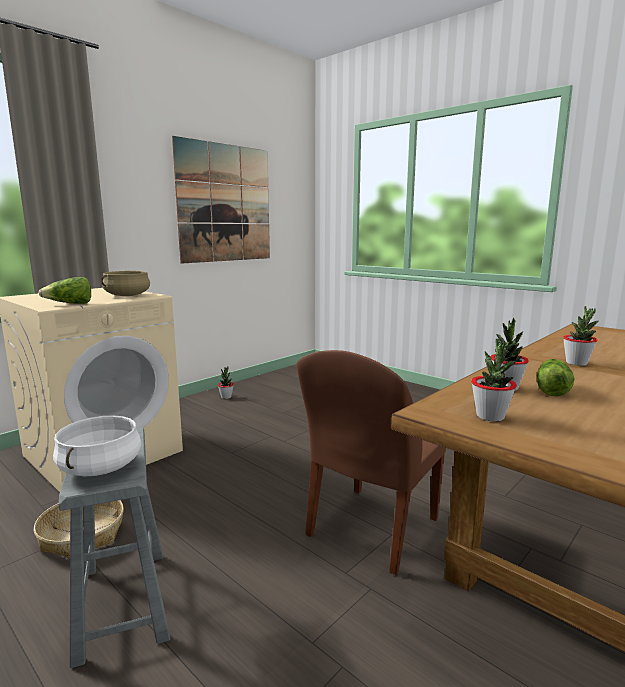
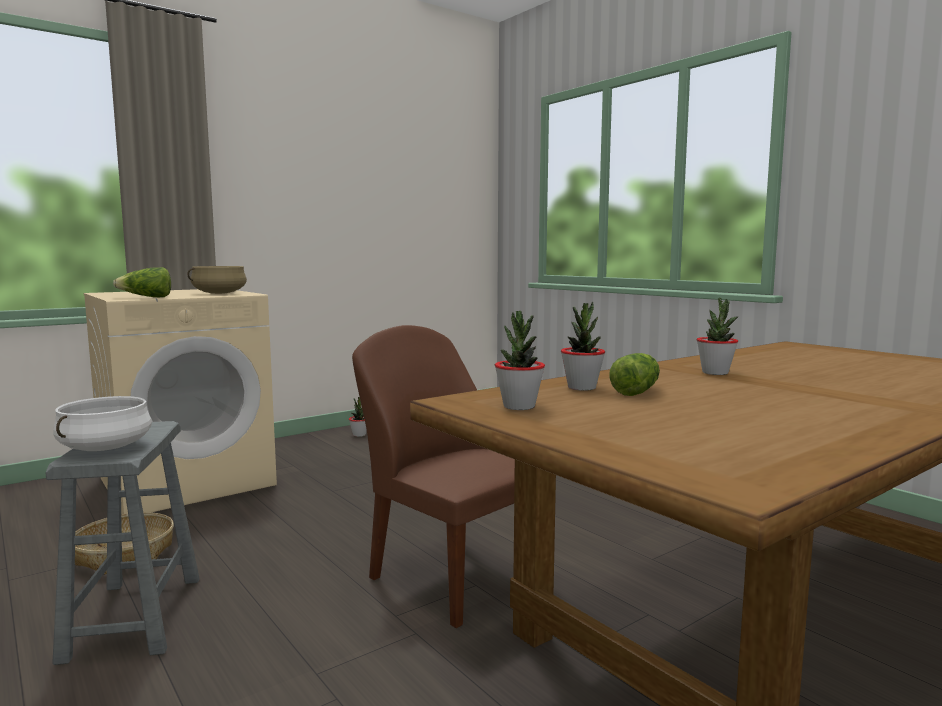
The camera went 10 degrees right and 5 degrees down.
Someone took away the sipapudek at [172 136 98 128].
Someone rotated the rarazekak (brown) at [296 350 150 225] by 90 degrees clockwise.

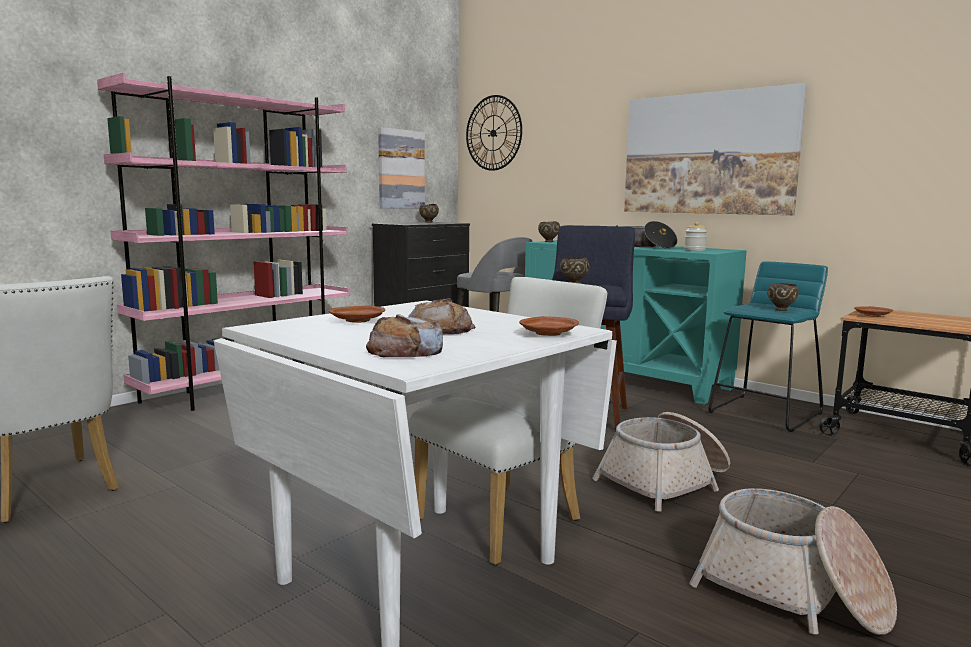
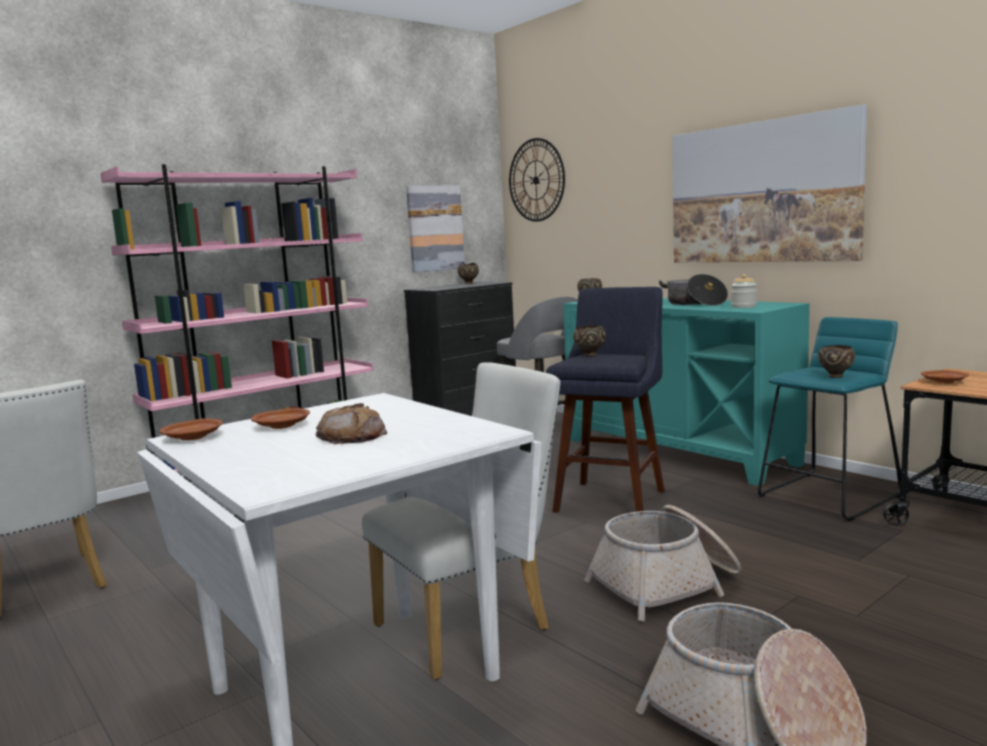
The camera went 10 degrees right and 0 degrees up.
Someone took away the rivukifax at [366 314 77 43].
Someone carried the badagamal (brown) from [519 316 60 20] to [160 419 63 21].

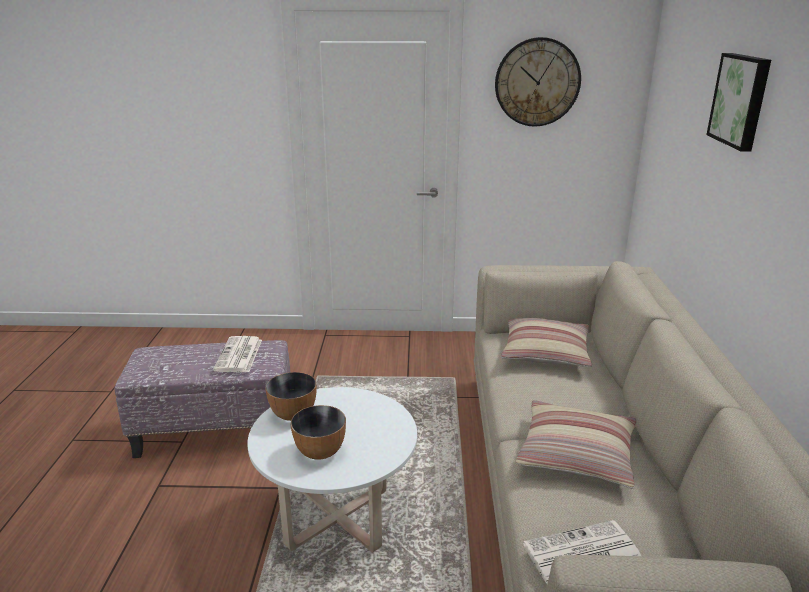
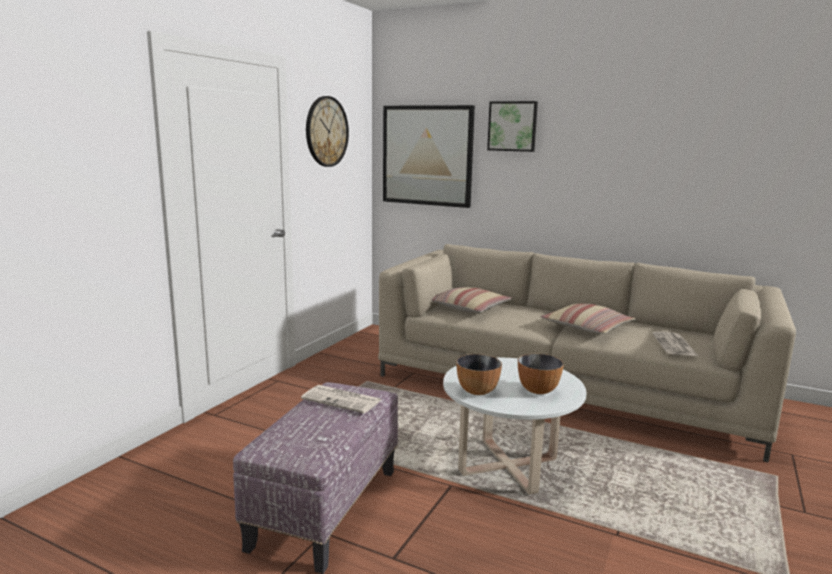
The camera went 65 degrees left and 10 degrees down.
Someone put up the sipapudek at [383 105 92 103].

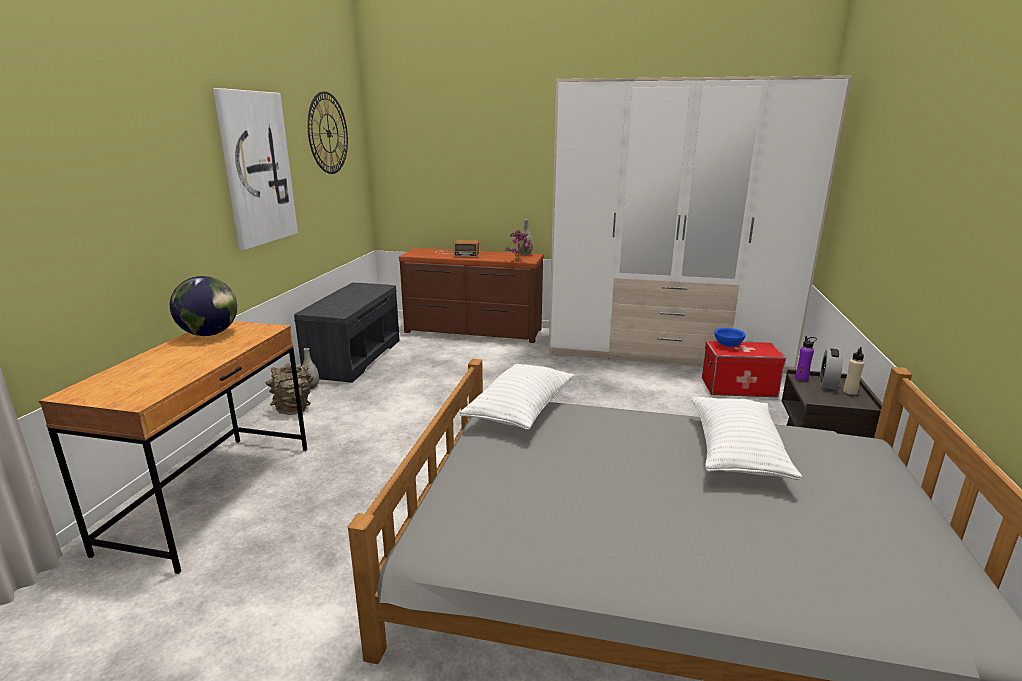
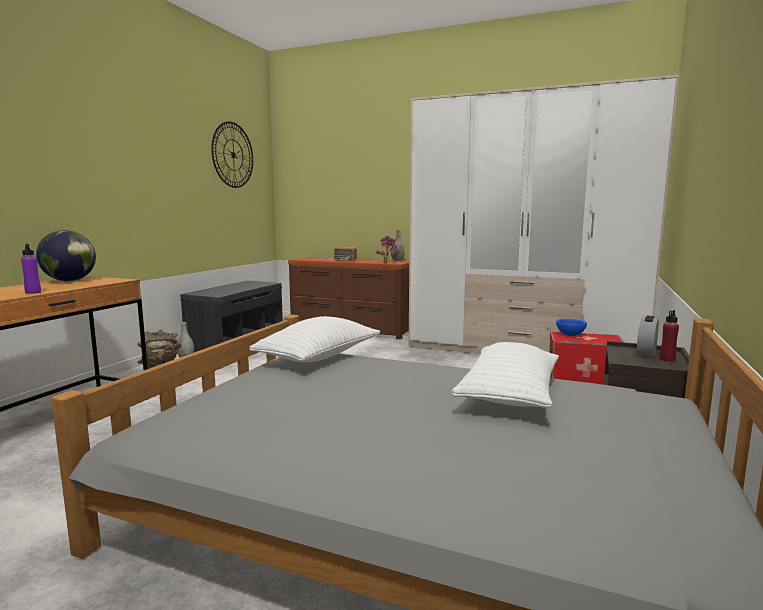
The camera went 10 degrees right and 10 degrees down.
Someone took away the sipapudek at [213 88 85 162].
Someone carried the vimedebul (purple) from [795 336 22 45] to [21 244 20 50].
Someone repainted the vimedebul (beige) at [843 347 21 48], which became the vimedebul (red) at [660 310 19 52].

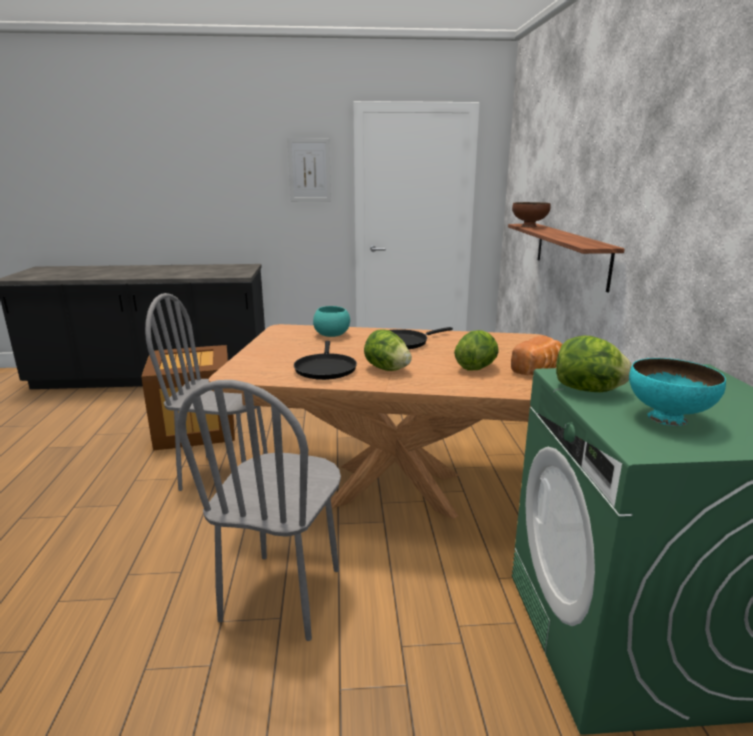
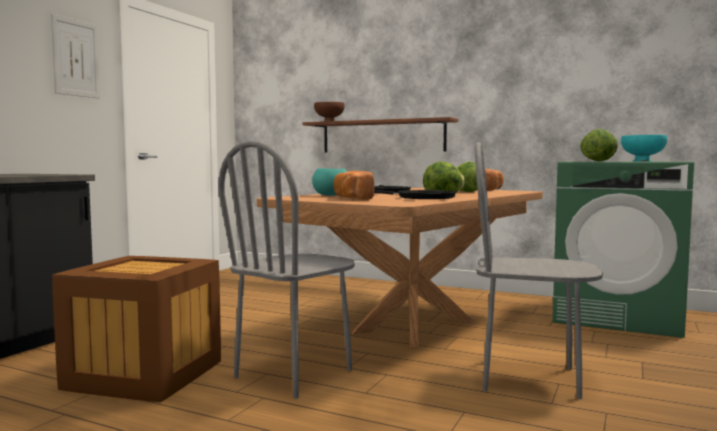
The camera went 60 degrees left and 15 degrees down.
Someone put down the rivukifax at [333 171 41 29].
Someone rotated the rarazekak (grey) at [177 380 164 261] by 150 degrees clockwise.

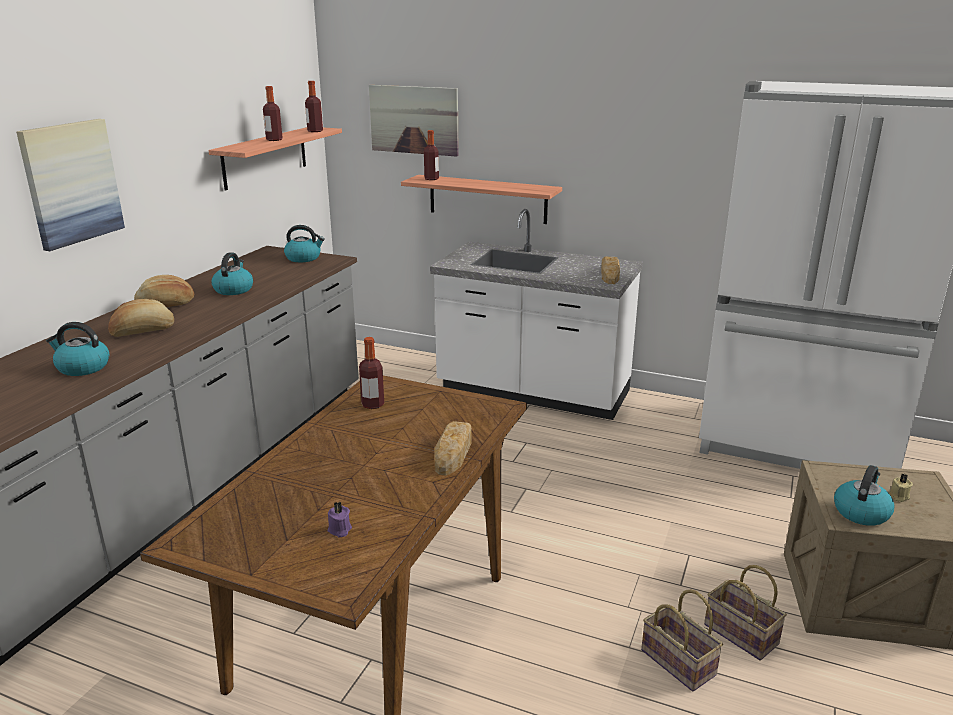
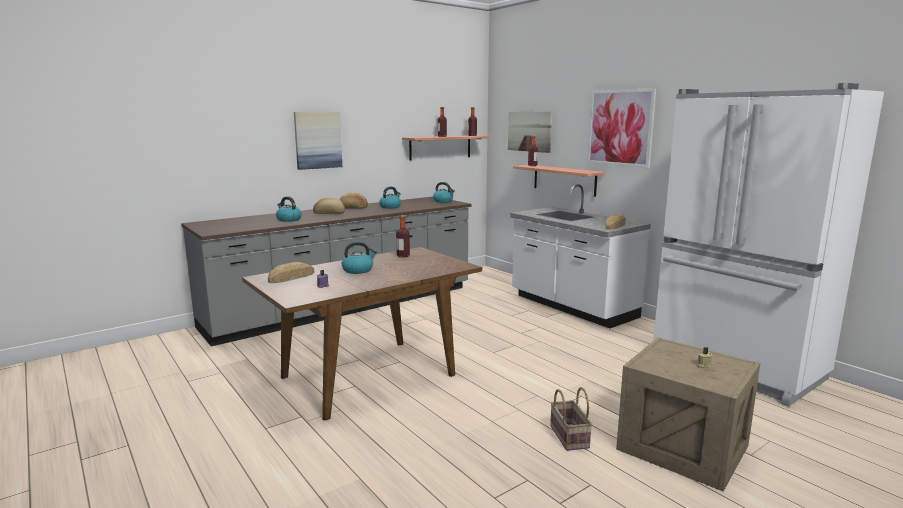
The camera went 30 degrees right and 10 degrees down.
Someone took away the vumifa at [641 590 82 101].
Someone put up the sipapudek at [587 88 69 80].
Someone carried the rivukifax from [434 421 38 54] to [268 262 47 21].
Someone carried the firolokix from [834 465 61 61] to [342 241 35 33].

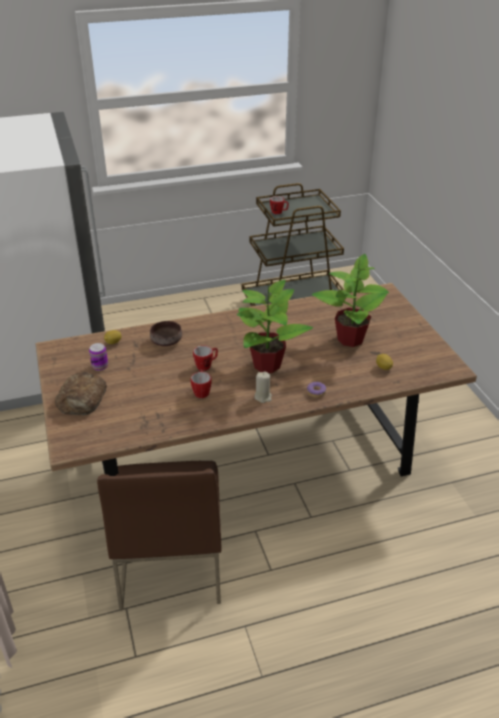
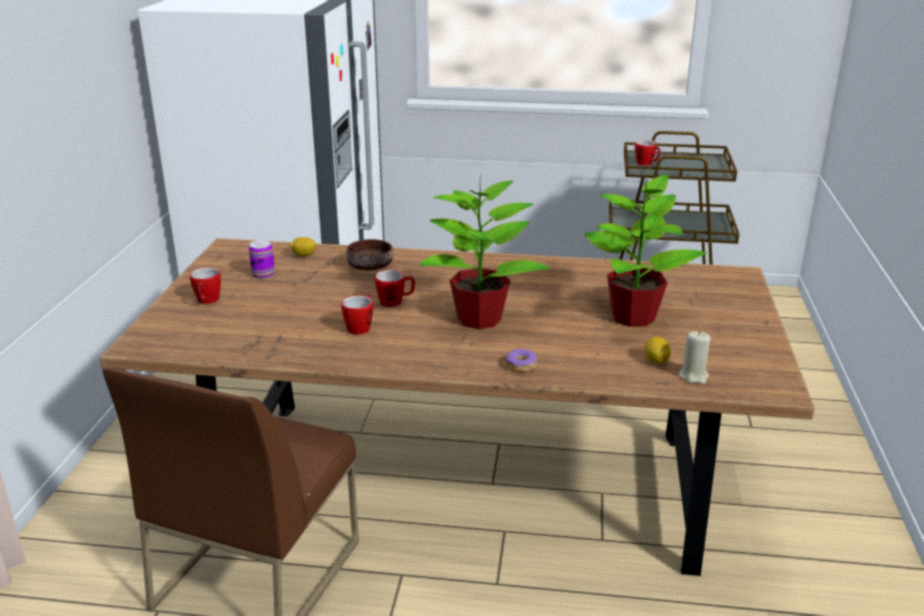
The camera went 25 degrees right and 10 degrees down.
Someone carried the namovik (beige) from [254 371 18 32] to [679 331 32 53].
Someone swapped the rivukifax at [55 372 52 43] for the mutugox at [190 267 31 37].

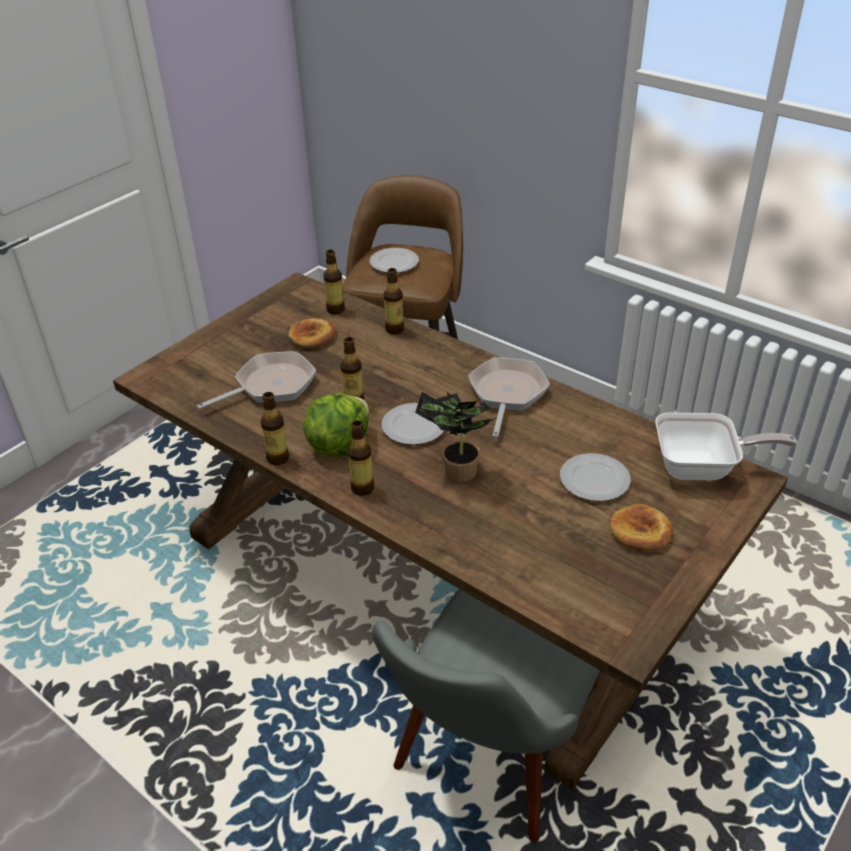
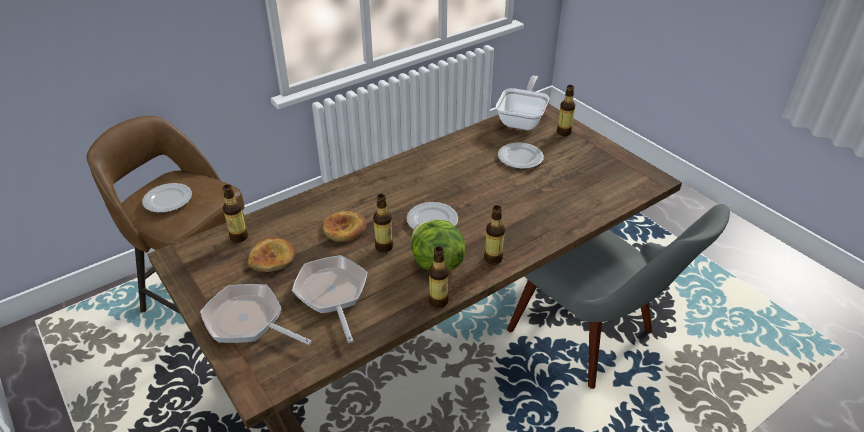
The camera went 75 degrees left and 0 degrees up.
Someone took away the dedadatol at [415 392 82 90].
Someone carried the vimedebul from [383 268 21 66] to [557 85 18 51].
Someone carried the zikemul from [468 357 82 81] to [200 284 112 61].
Someone carried the rivukifax from [610 504 63 47] to [323 211 44 31].

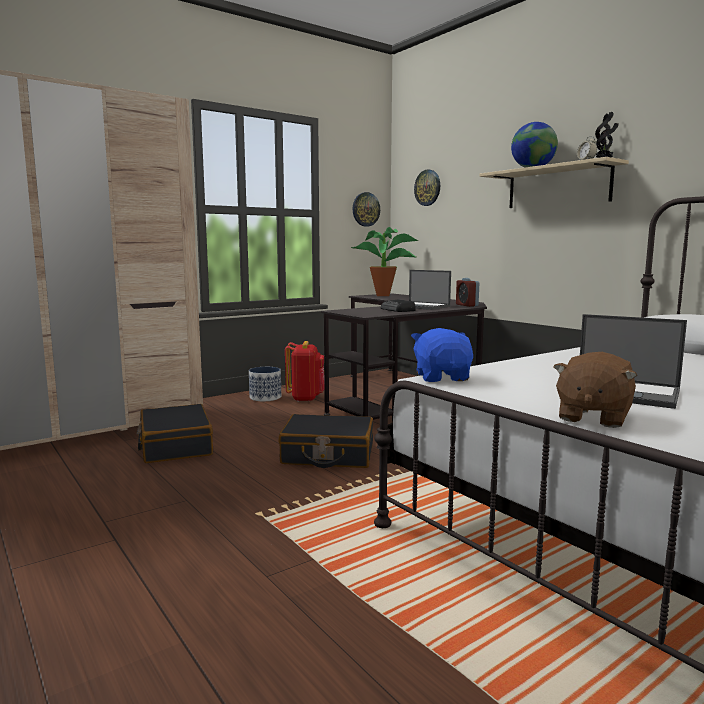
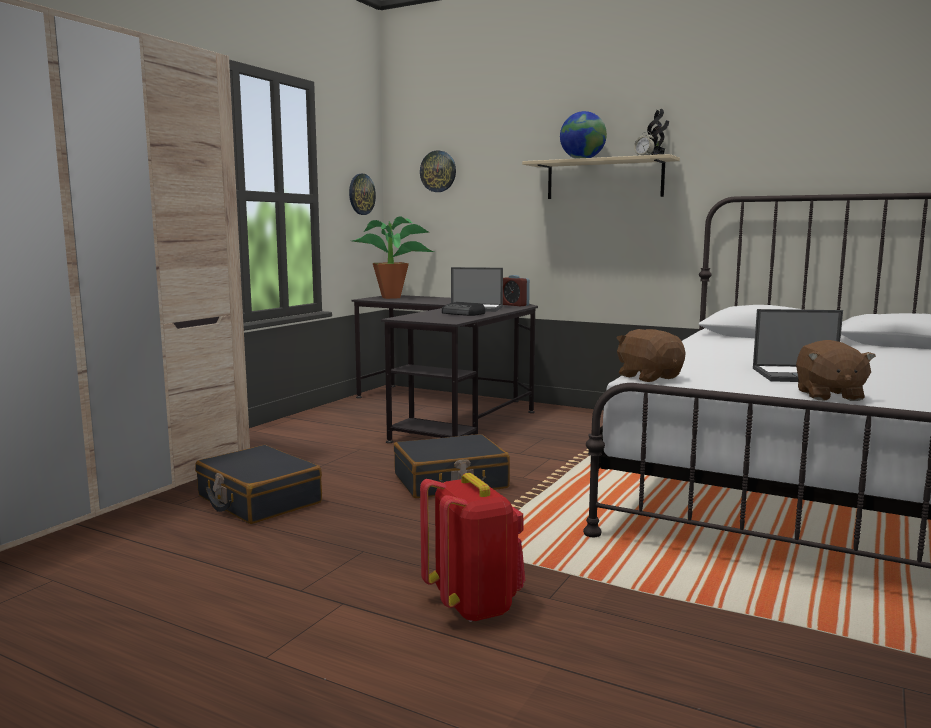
The camera went 25 degrees left and 0 degrees up.
Someone took away the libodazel at [249 367 32 34].
Someone carried the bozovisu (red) from [285 341 40 61] to [420 473 105 149].
Someone repainted the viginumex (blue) at [411 328 62 54], which became the viginumex (brown) at [616 329 70 53].

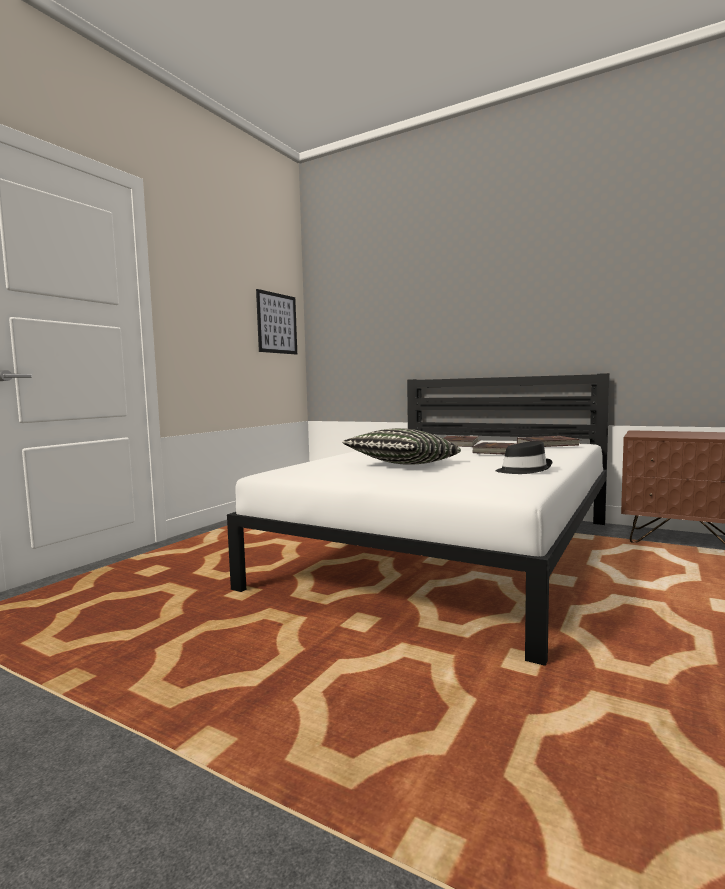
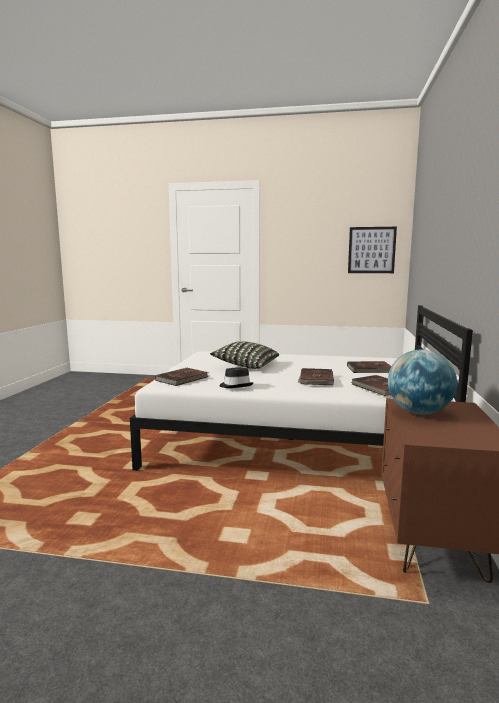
The camera went 70 degrees right and 5 degrees up.
Someone put down the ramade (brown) at [155 368 53 18].
Someone put down the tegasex at [388 349 69 65].

